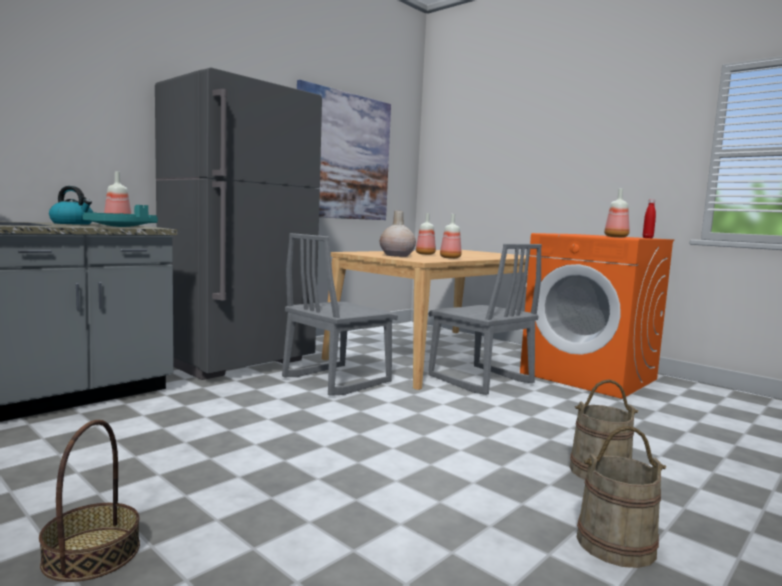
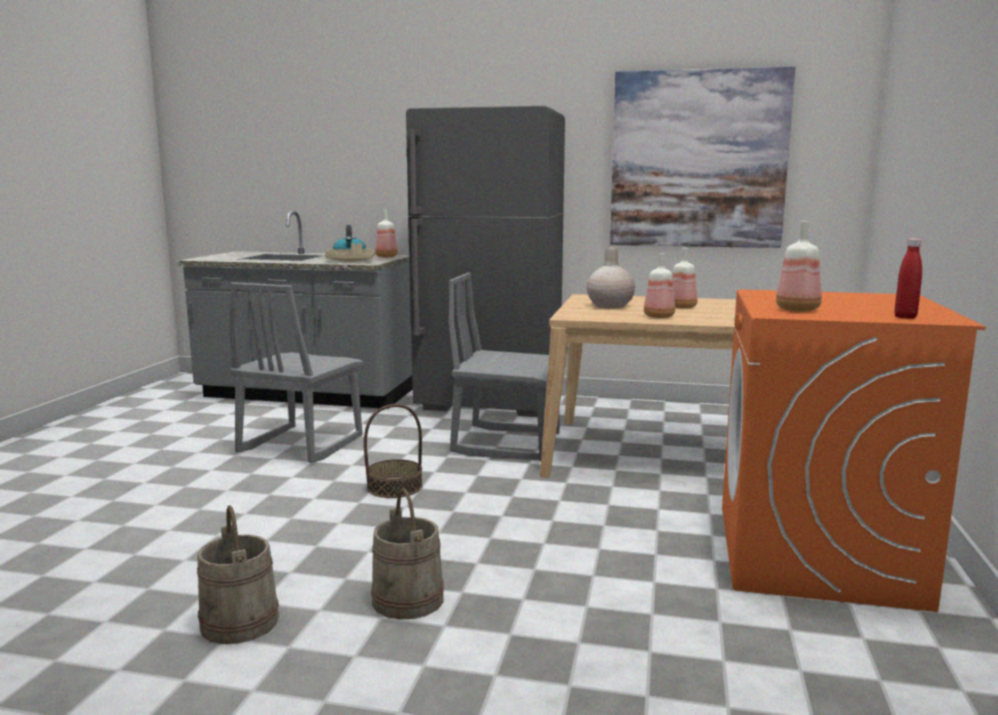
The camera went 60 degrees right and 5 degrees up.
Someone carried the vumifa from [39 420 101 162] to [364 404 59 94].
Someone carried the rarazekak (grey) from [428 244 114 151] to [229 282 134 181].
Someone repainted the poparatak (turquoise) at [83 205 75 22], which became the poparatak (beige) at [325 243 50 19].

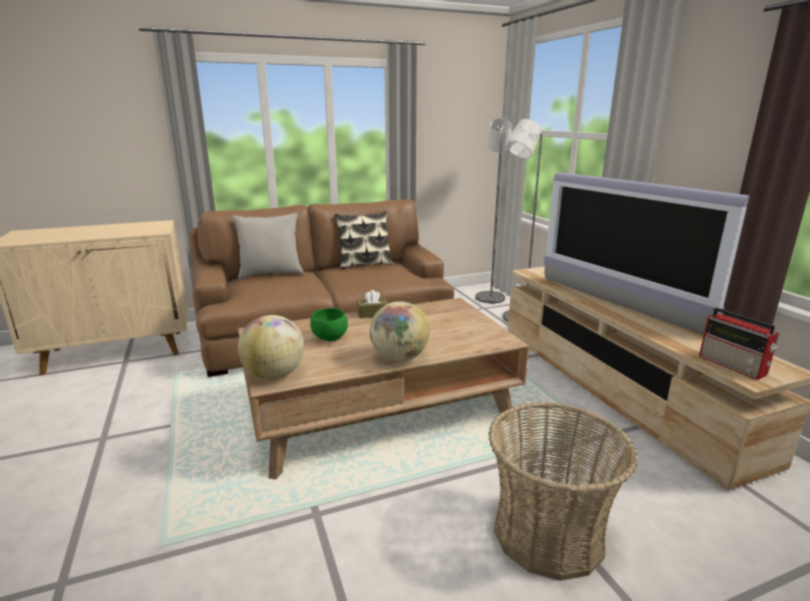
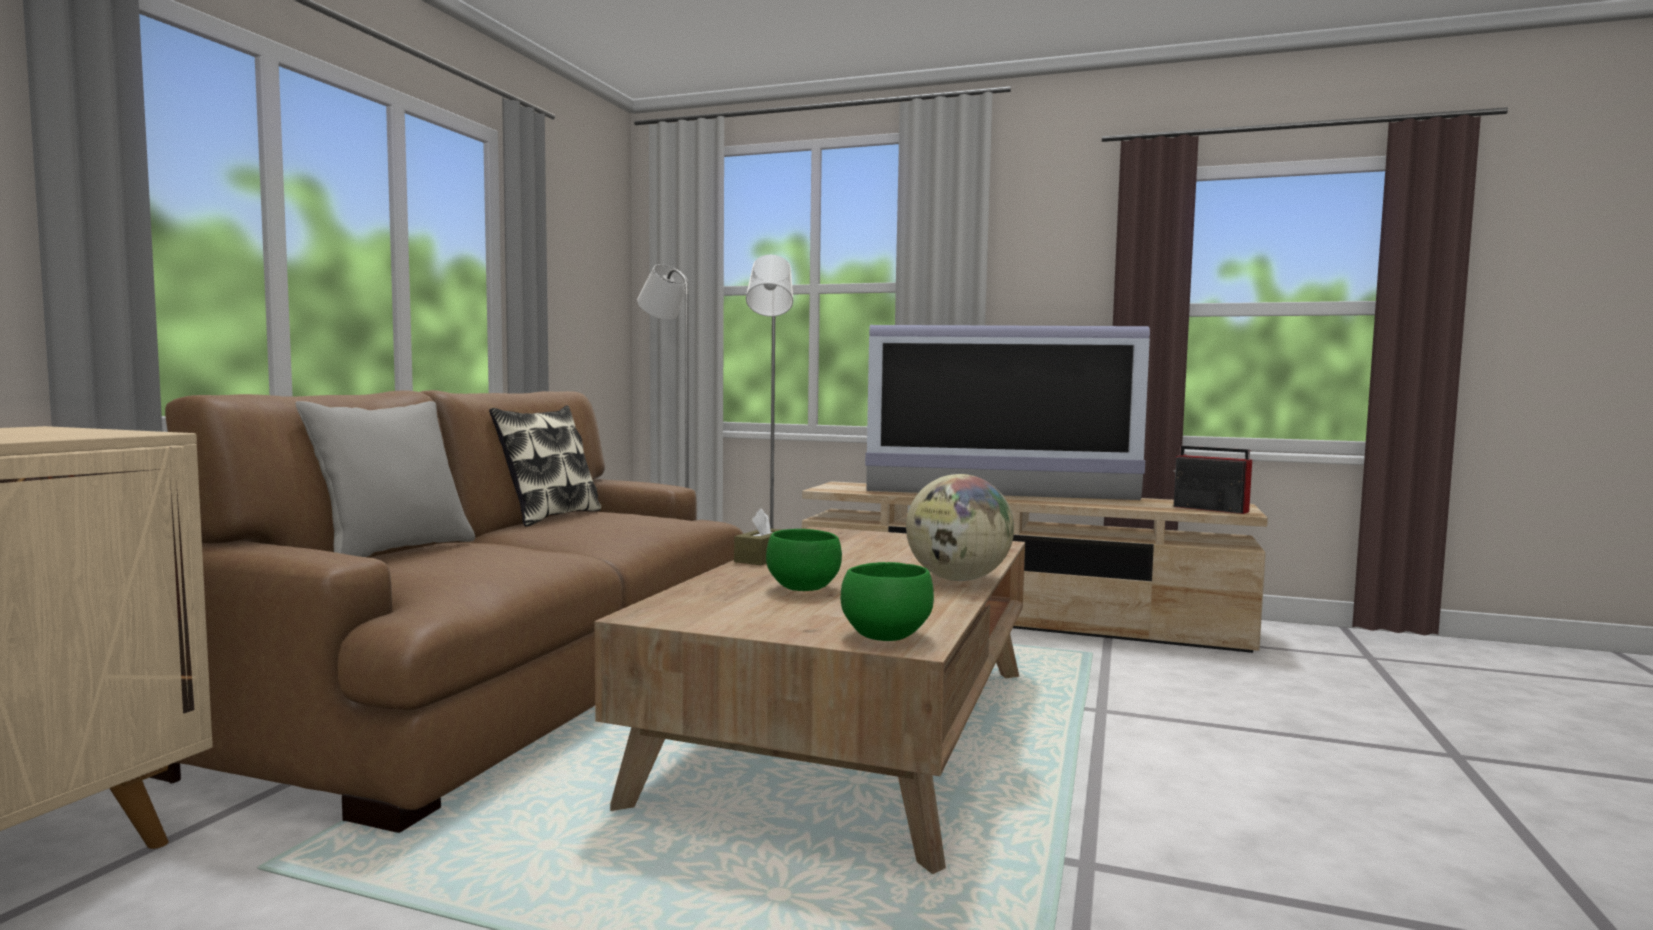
The camera went 50 degrees left and 15 degrees down.
Someone took away the vumifa at [488 402 150 179].
Someone swapped the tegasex at [238 315 66 65] for the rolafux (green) at [841 562 93 79].
Someone rotated the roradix at [699 307 80 73] by 150 degrees counterclockwise.

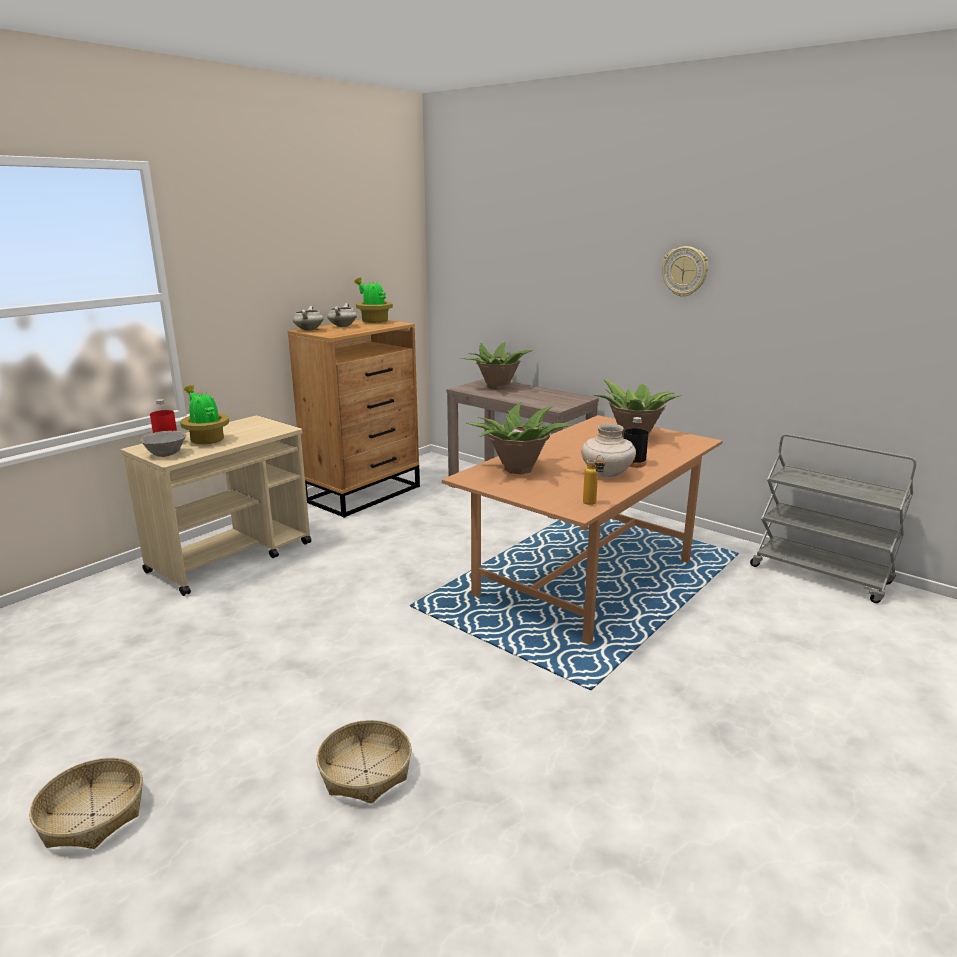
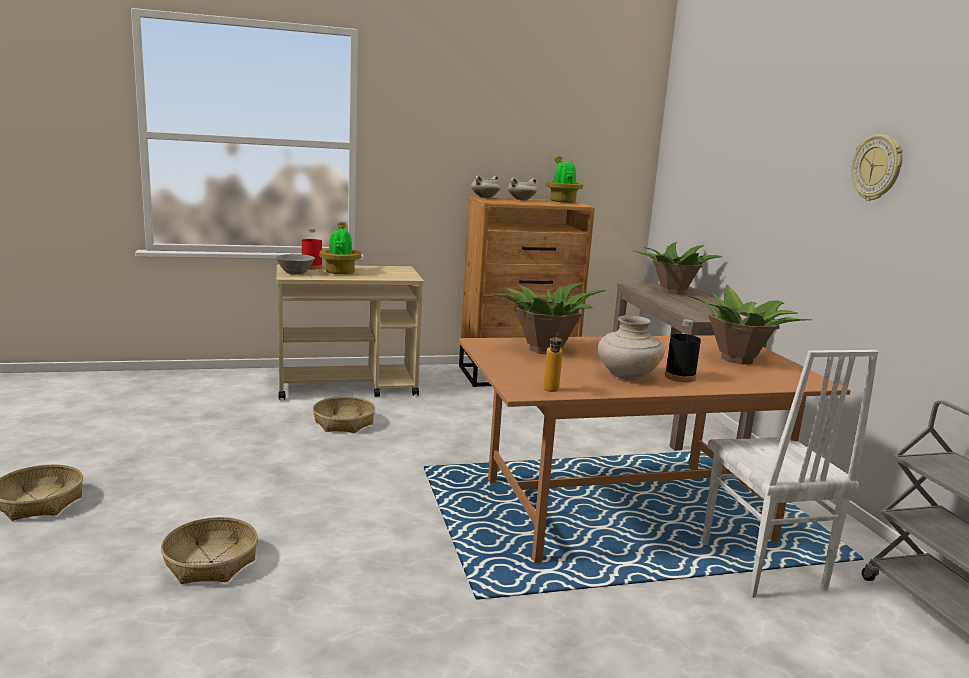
The camera went 35 degrees right and 5 degrees down.
Someone put down the vumifa at [313 396 62 37].
Someone put down the rarazekak (white) at [702 350 177 248].

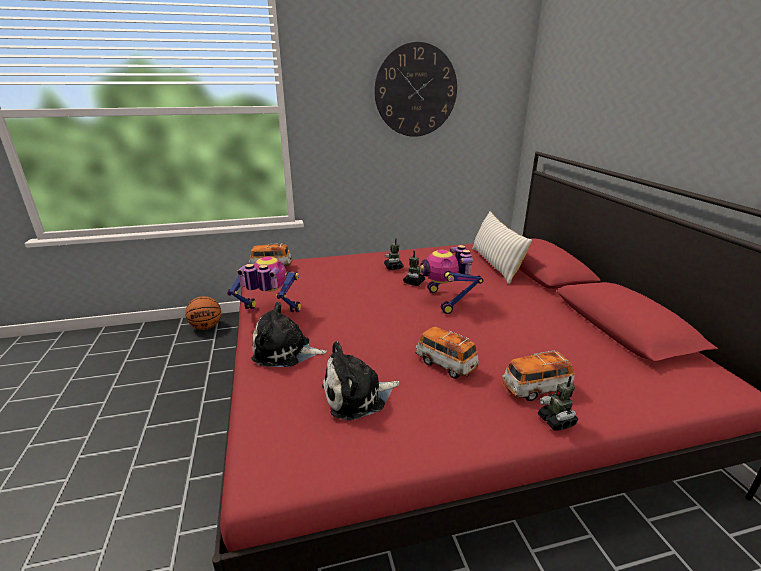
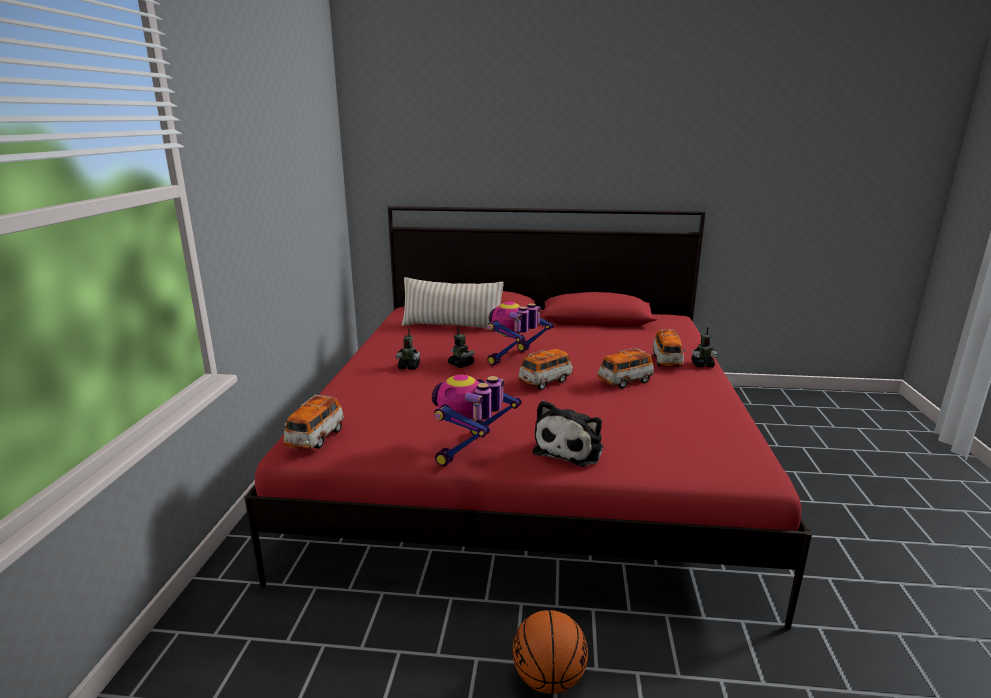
The camera went 70 degrees left and 5 degrees down.
Someone took away the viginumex at [322 341 78 79].
Someone took away the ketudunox at [374 42 83 95].
Someone put down the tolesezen at [518 349 55 41].
Someone carried the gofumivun from [185 296 36 34] to [513 610 75 84].
Someone rotated the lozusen at [420 245 63 69] by 120 degrees clockwise.

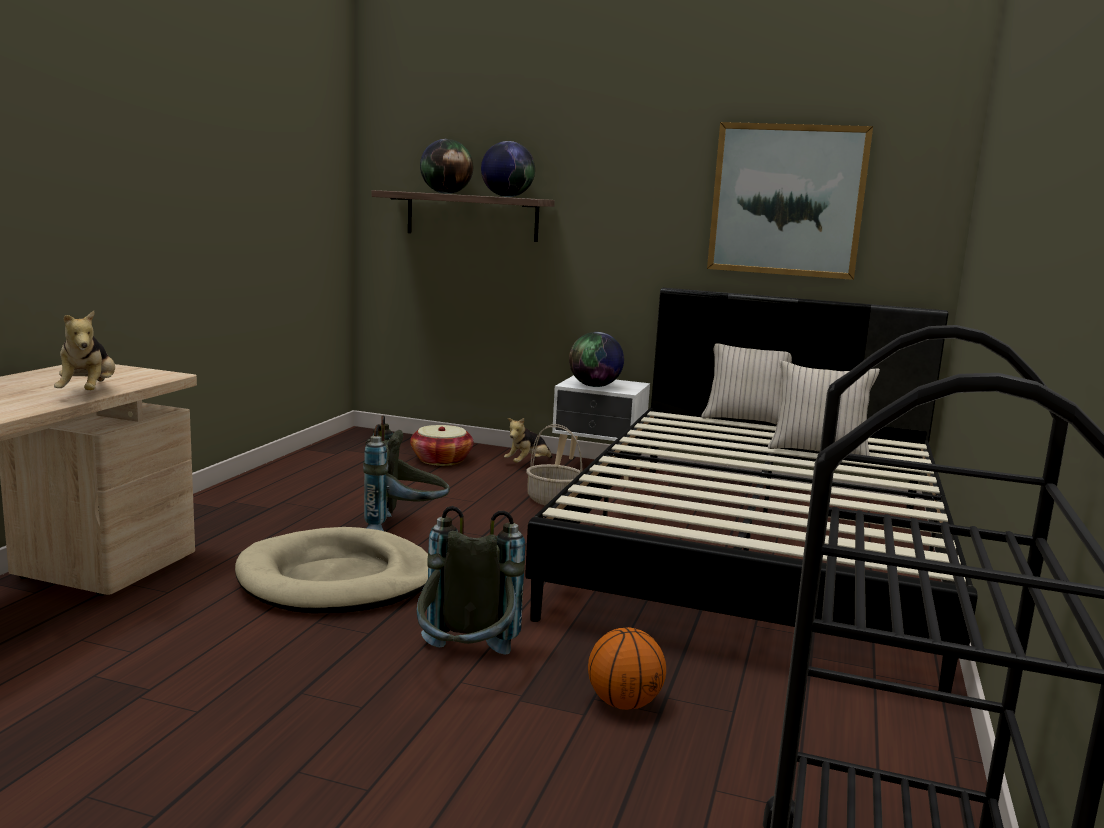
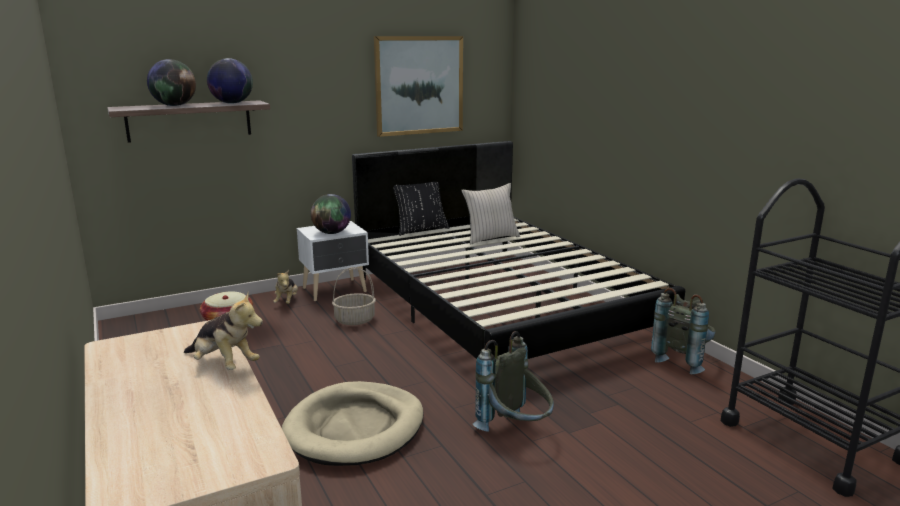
The camera went 45 degrees left and 5 degrees up.
Someone took away the gofumivun at [588 627 78 83].
Someone carried the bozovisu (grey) from [363 415 87 116] to [651 288 65 86].
Someone repainted the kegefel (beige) at [701 343 91 82], which became the kegefel (black) at [394 182 55 54].

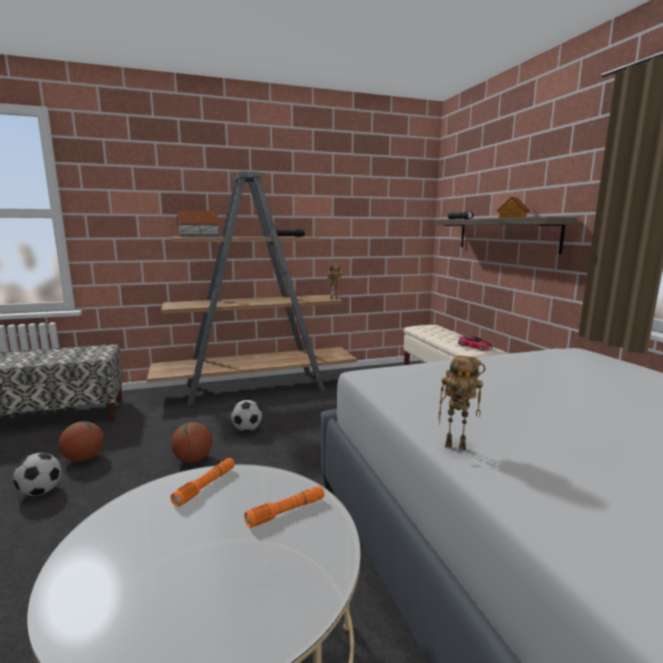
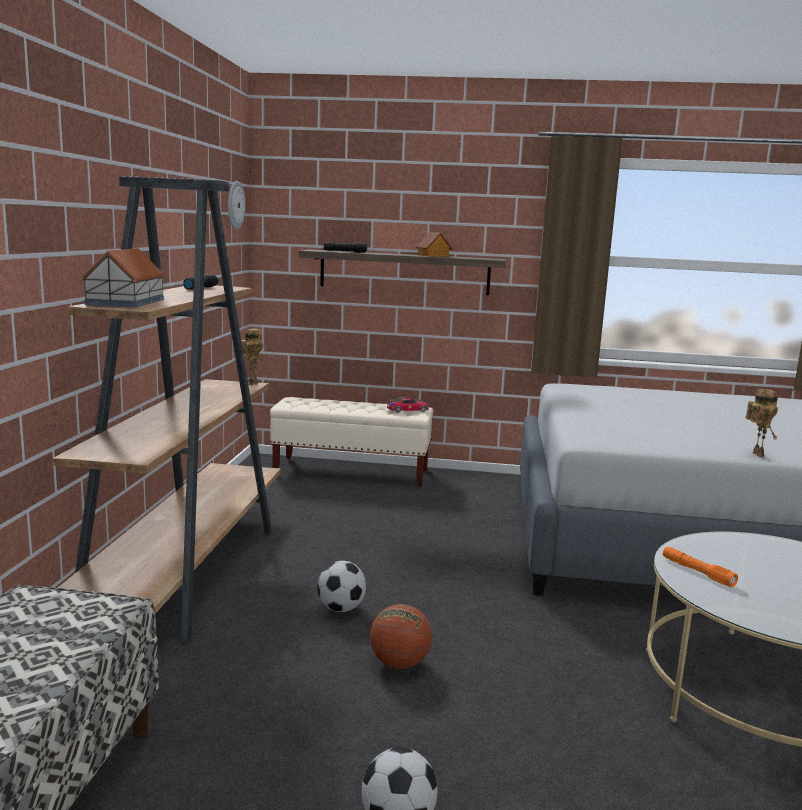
The camera went 65 degrees left and 0 degrees up.
Someone took away the gofumivun at [59 421 45 41].
Someone took away the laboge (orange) at [244 486 80 42].
Someone put up the ketudunox at [228 181 17 49].
Someone rotated the lozusen at [438 356 47 94] by 45 degrees counterclockwise.

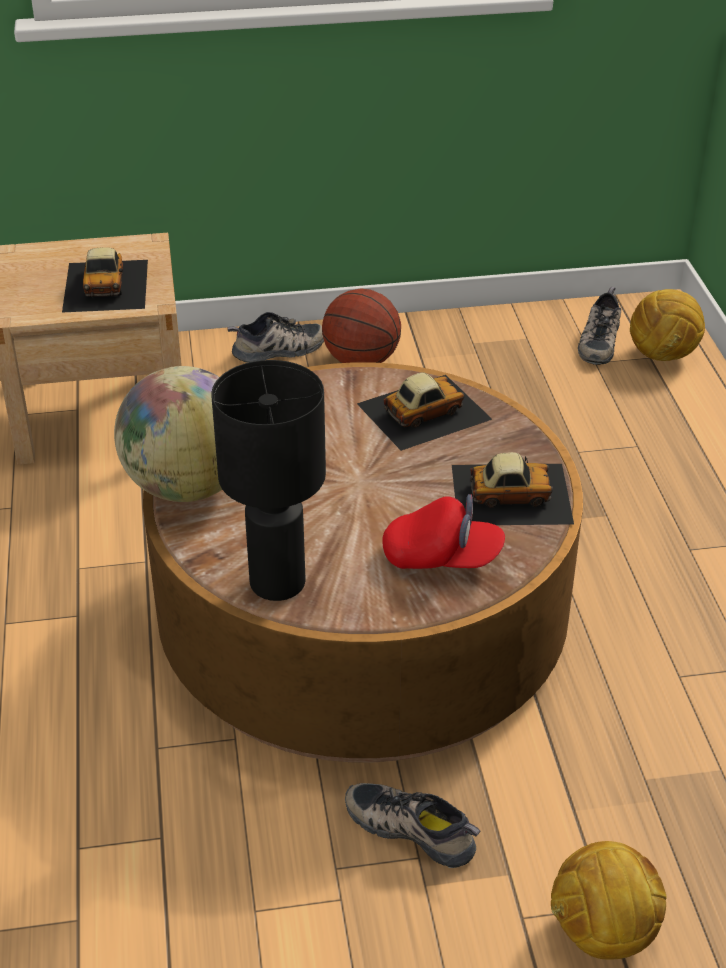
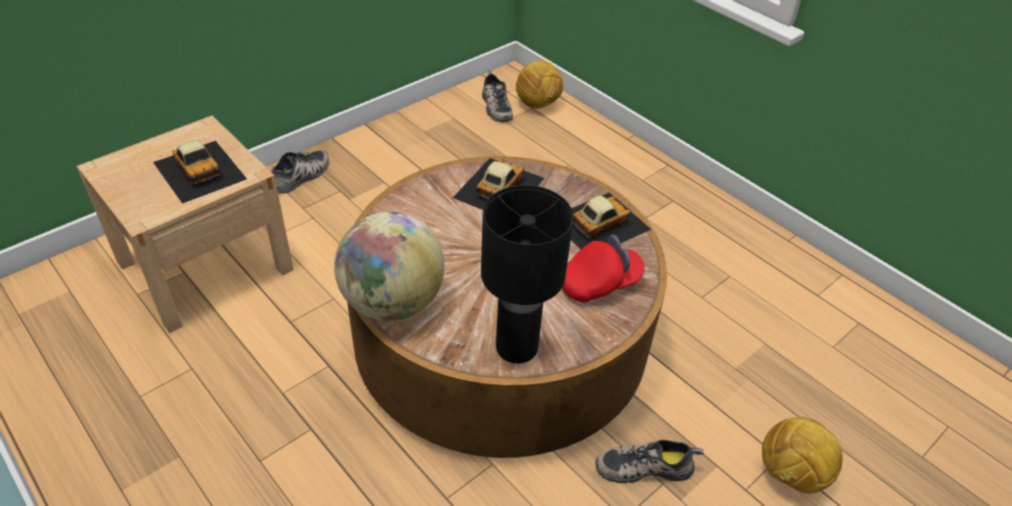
The camera went 35 degrees left and 5 degrees up.
Someone took away the gofumivun at [322 289 79 74].

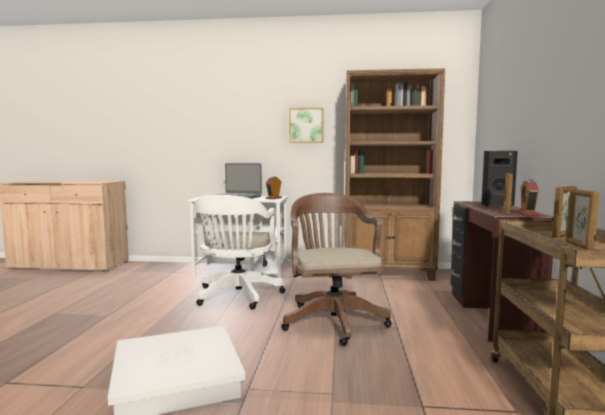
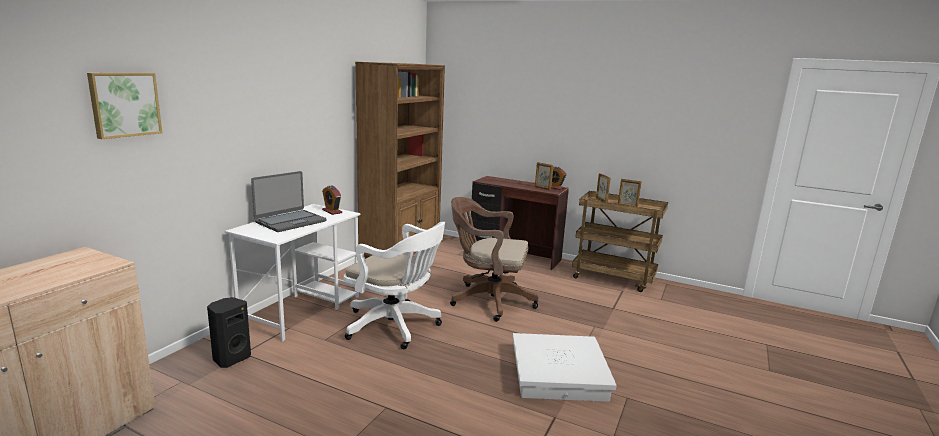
The camera went 70 degrees left and 10 degrees up.
Someone carried the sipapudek from [289 108 34 35] to [87 73 75 66].
Someone carried the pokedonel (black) from [481 151 37 55] to [207 297 44 71].

